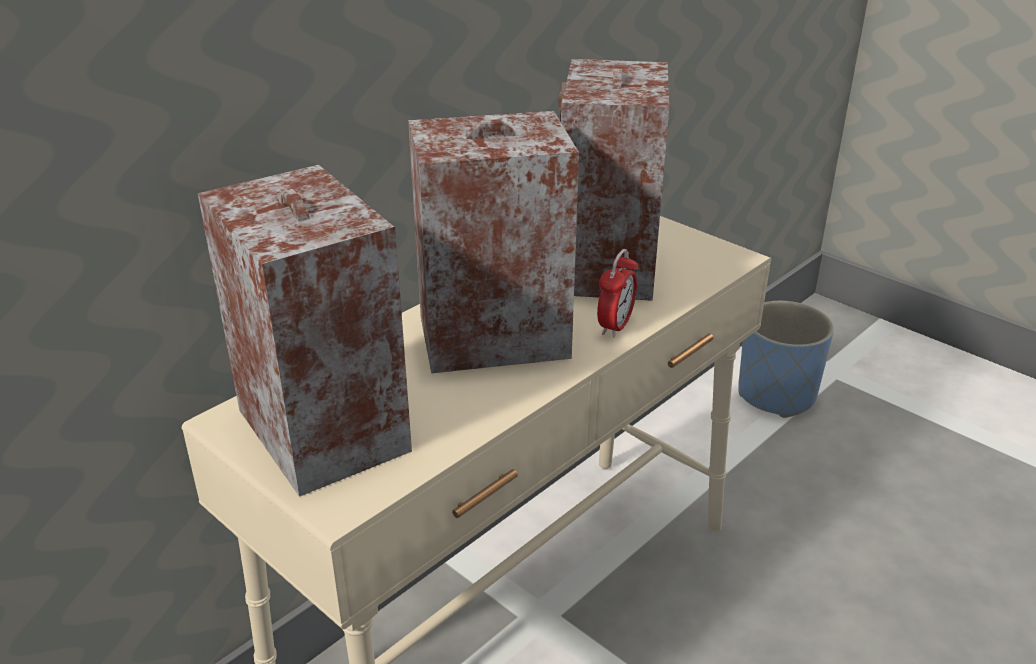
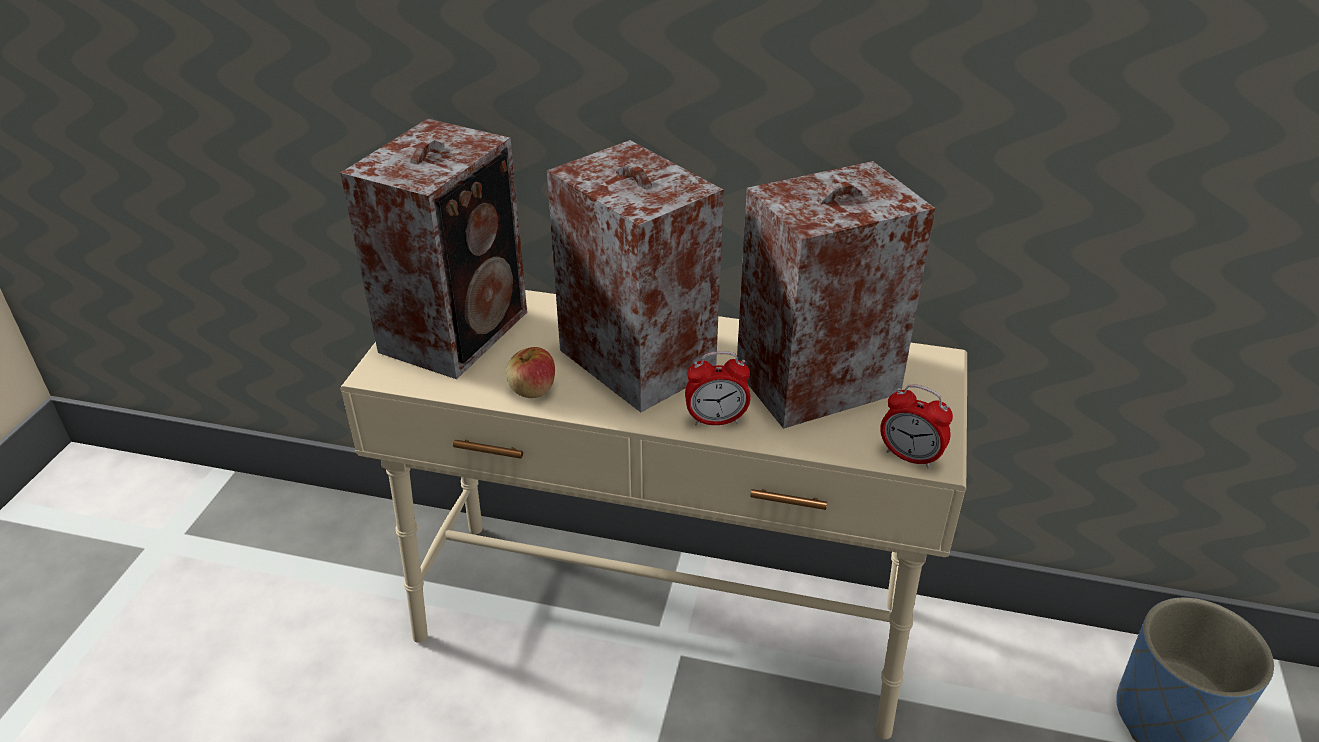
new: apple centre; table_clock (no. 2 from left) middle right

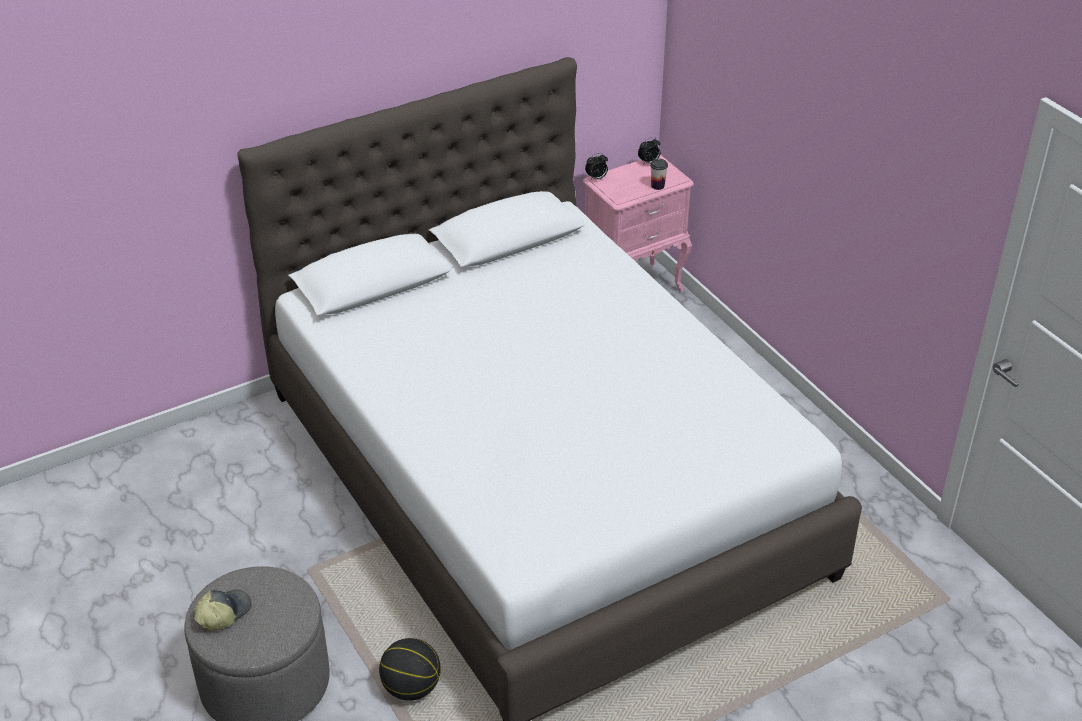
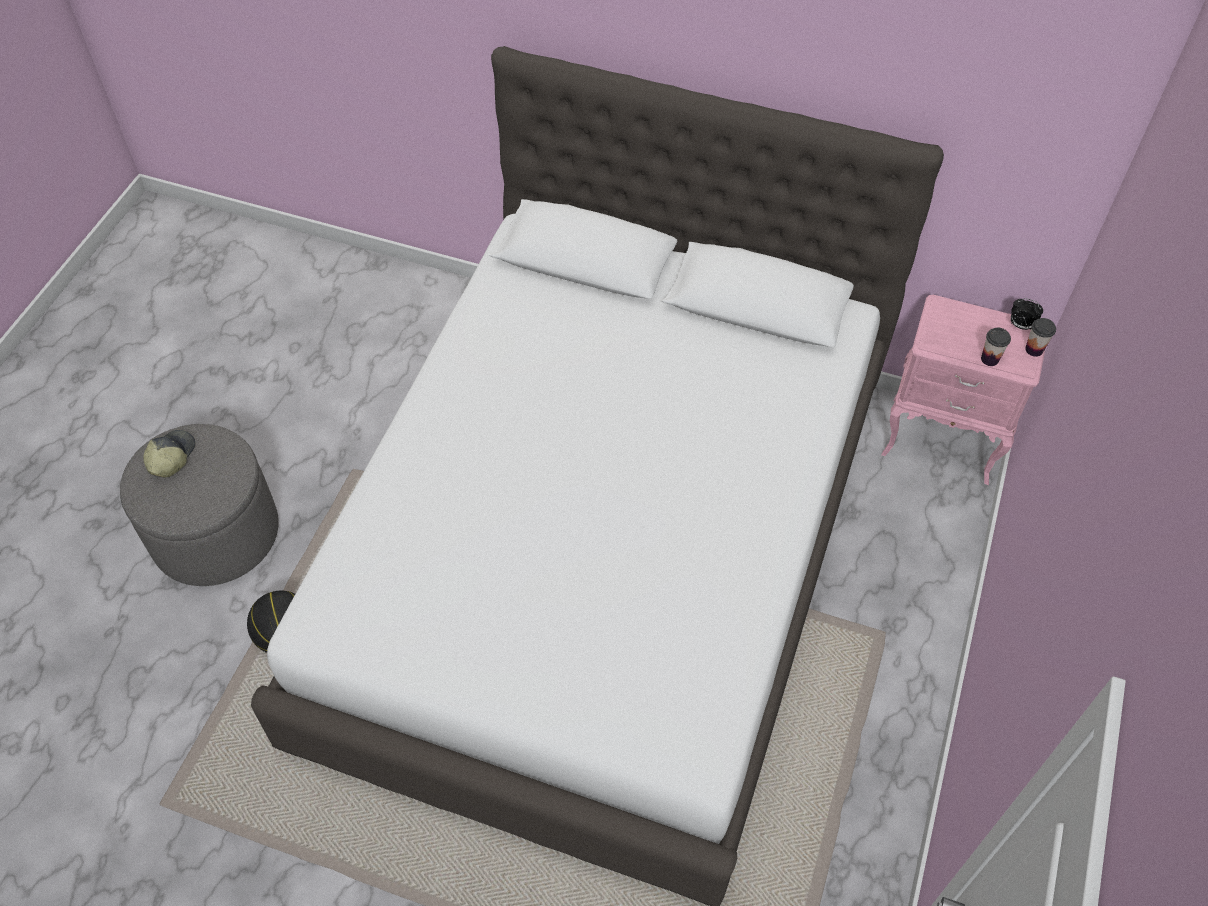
gone: table_clock (no. 1 from left) top centre
new: cup (no. 2 from left) middle right
rotated: peaked_cap bottom left = middle left 75 degrees counterclockwise

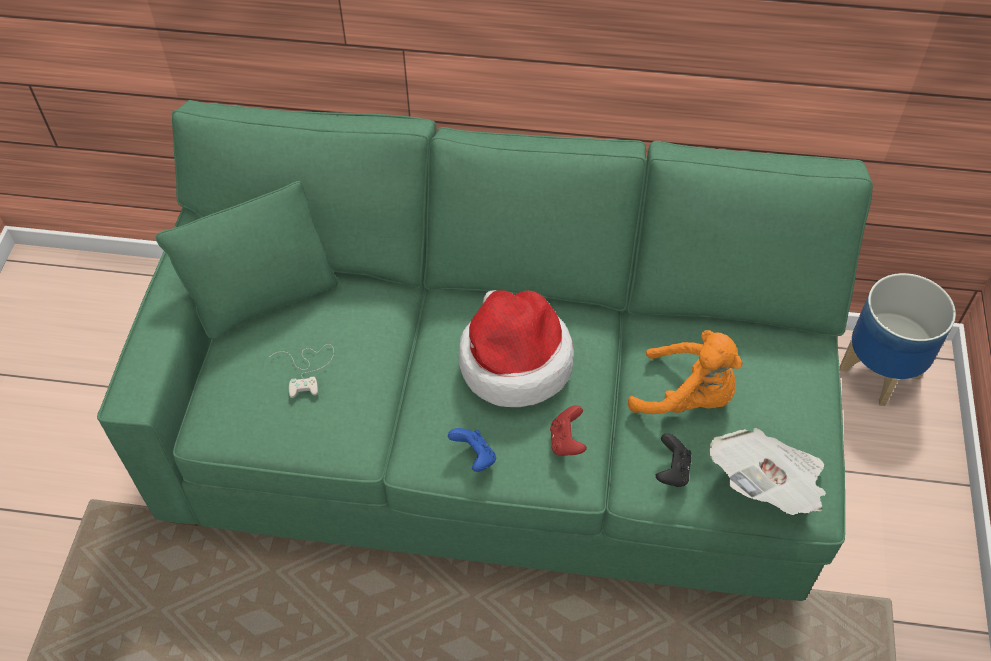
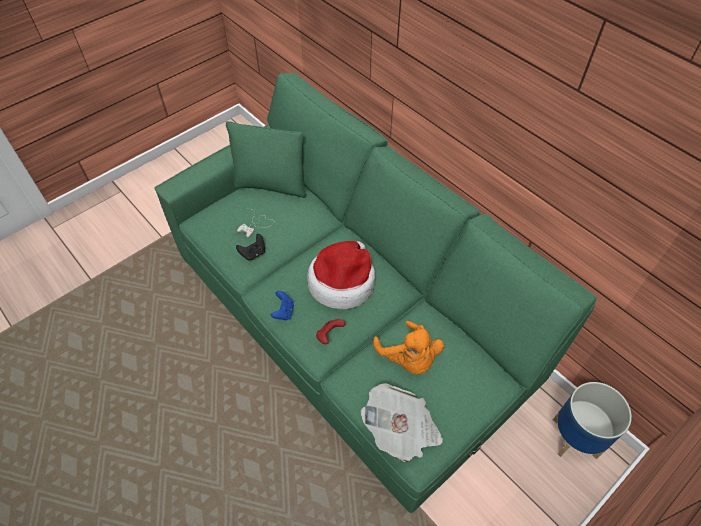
shifted: black-coloured_game_controller bottom right to centre

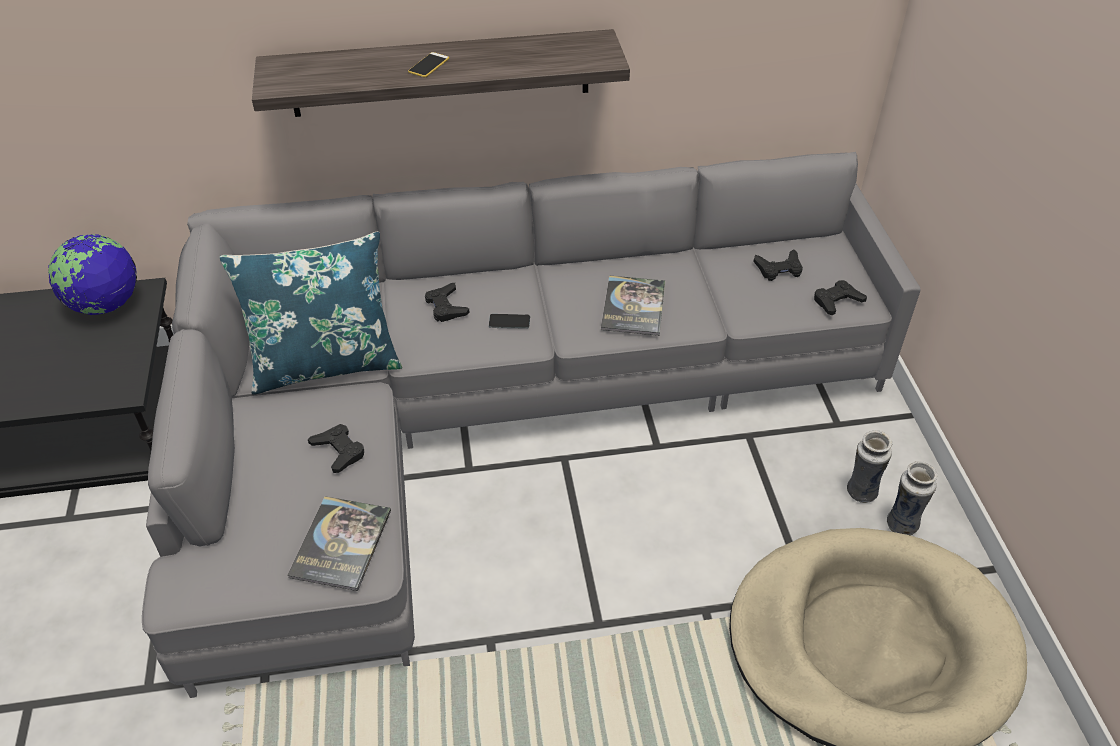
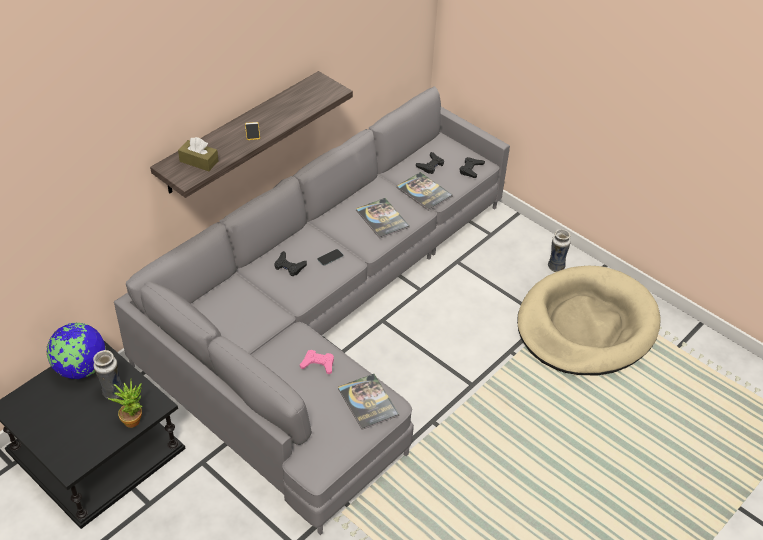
gone: blue-coloured_throw_pillow middle left
new: plant_in_a_pot bottom left; brown-coloured_tissue_holder top left; book (no. 3 from left) centre
shifted: flower_vase (no. 1 from left) middle right to bottom left
repainted: black-coloured_game_controller (no. 1 from left) middle left to pink-coloured_game_controller bottom centre

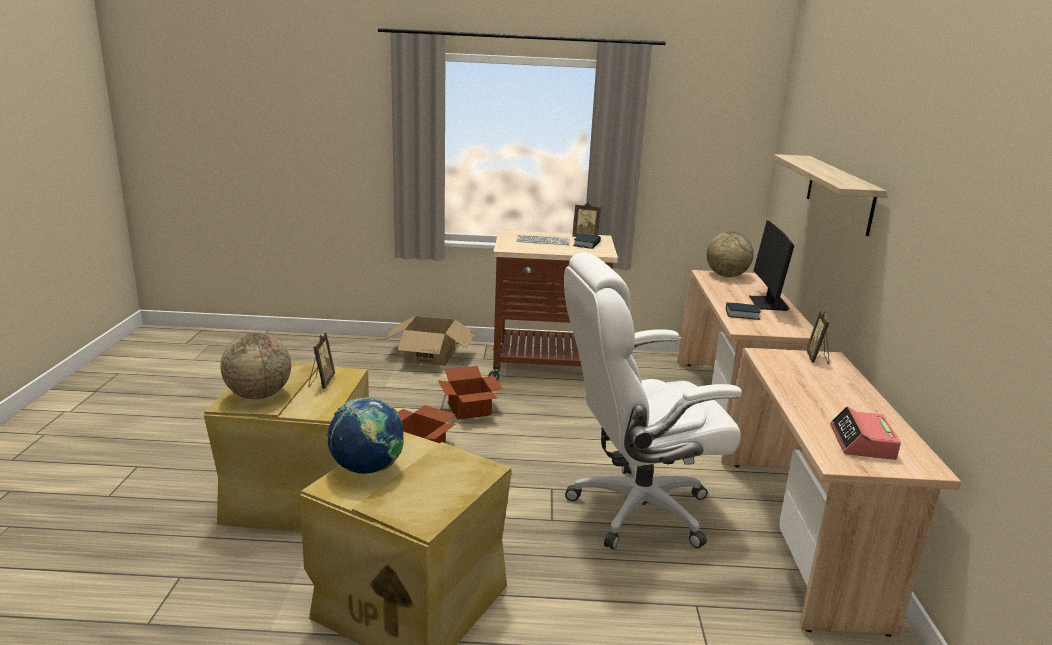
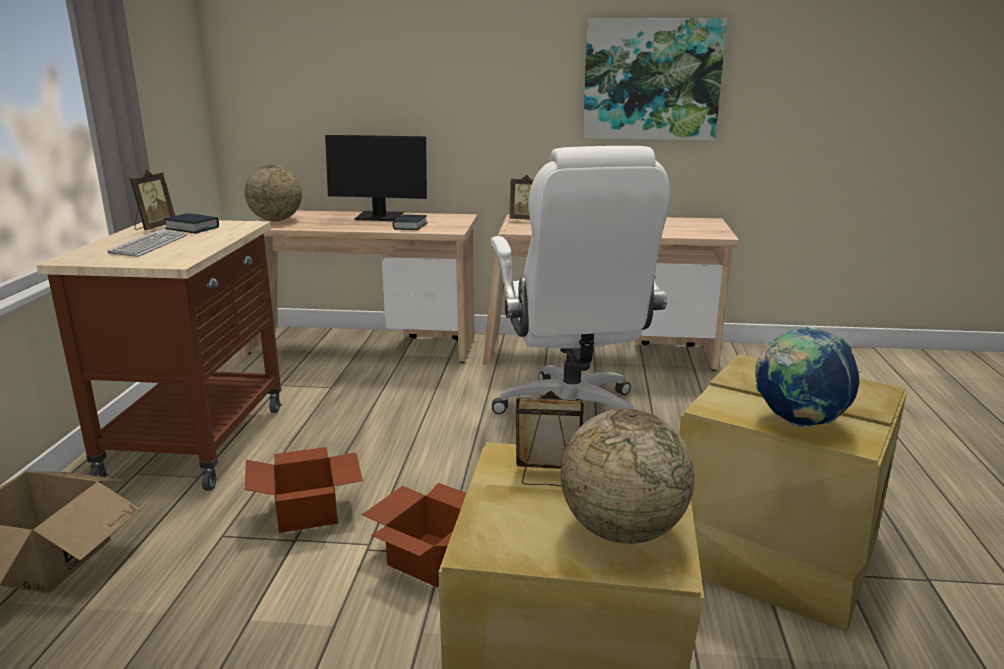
gone: wall_shelf top right; table_clock bottom right
new: wall_picture top centre

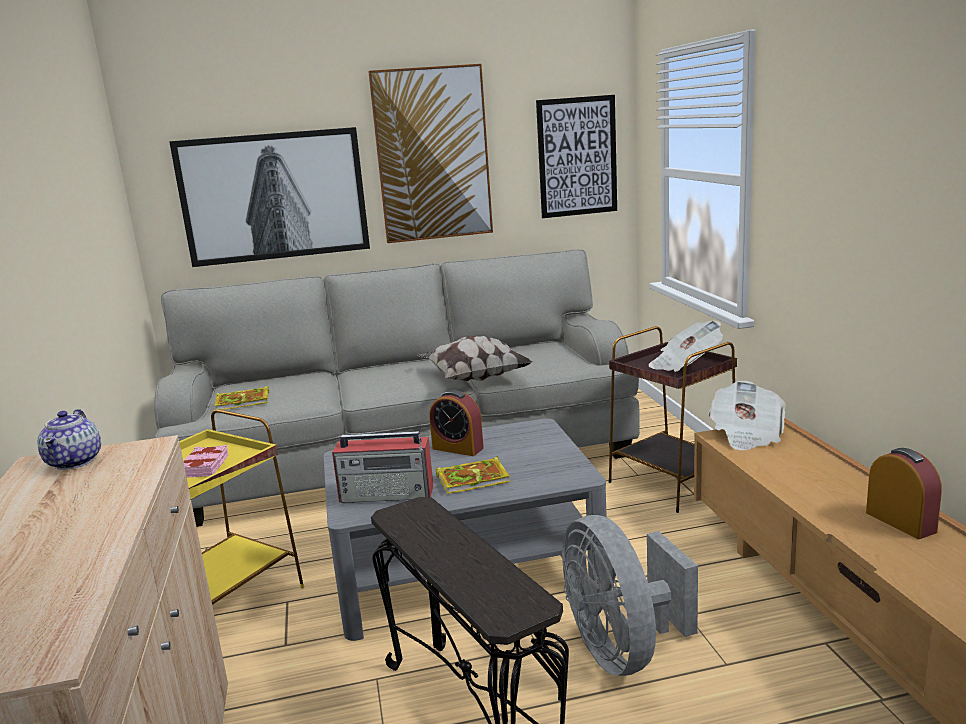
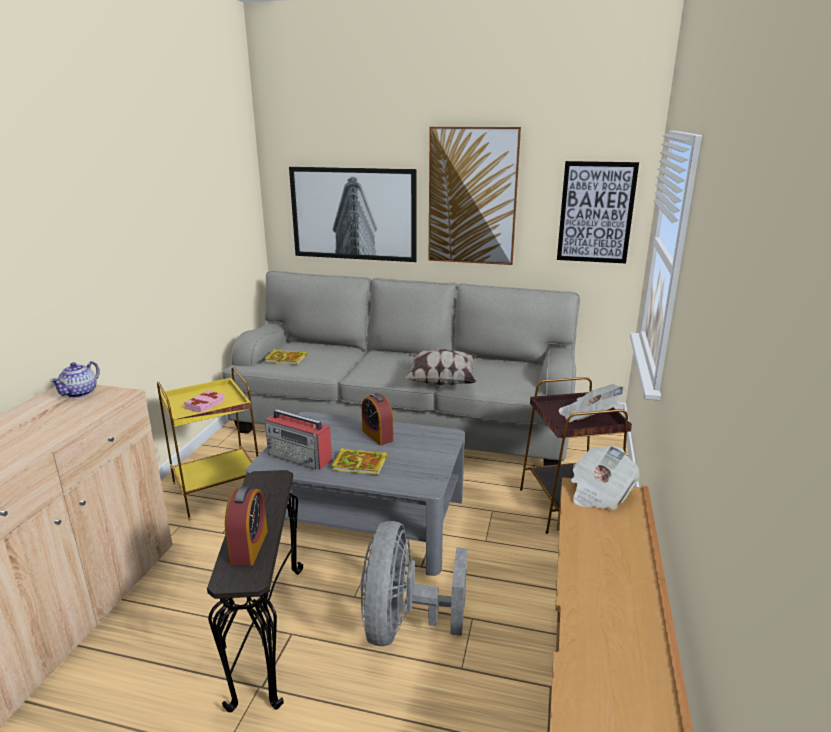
shifted: table_clock (no. 2 from left in the first image) bottom right to table_clock (no. 1 from left) bottom left

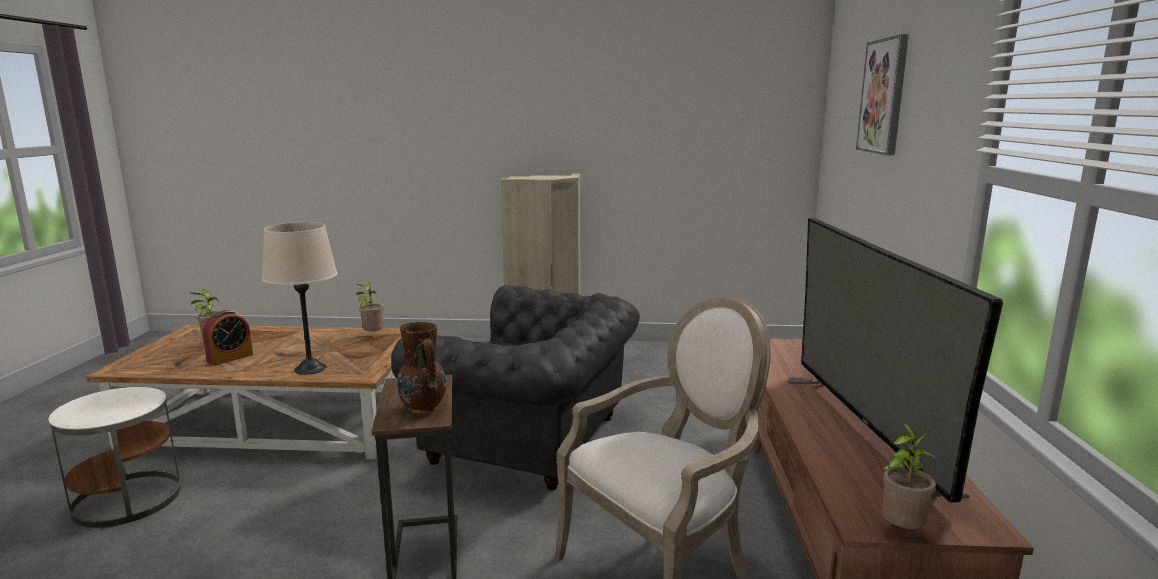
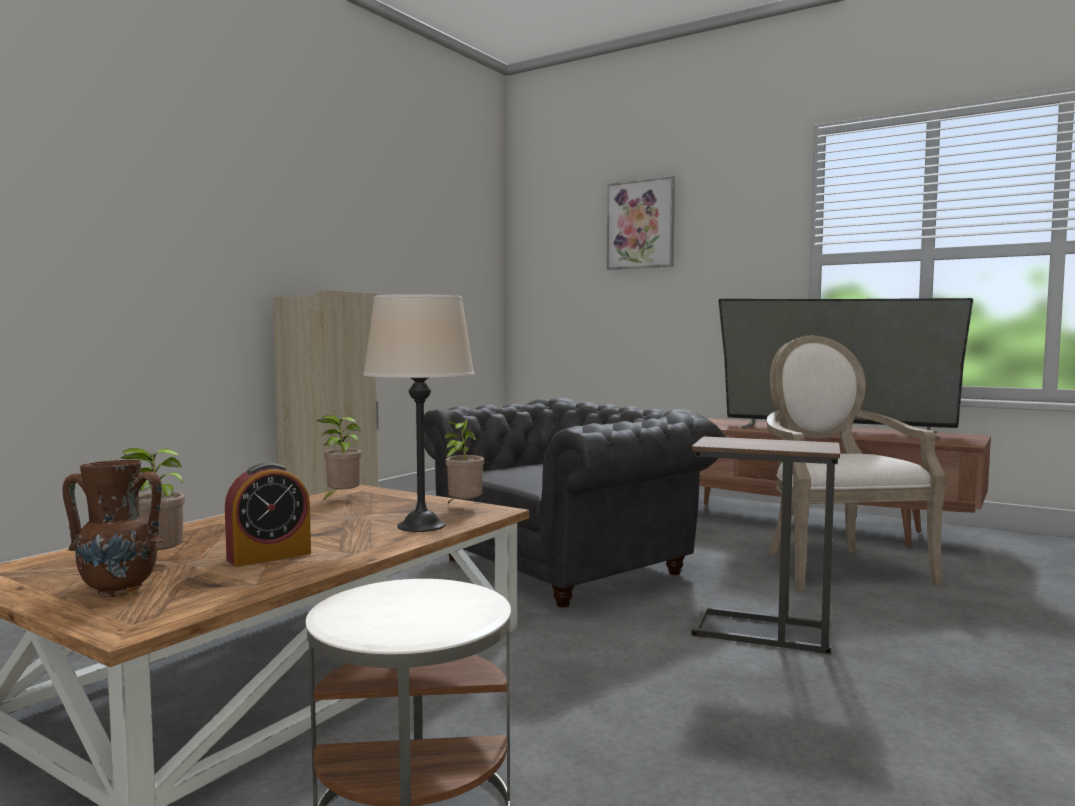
shifted: brown-coloured_flower_vase centre to middle left; plant_in_a_pot (no. 3 from left) bottom right to centre
rotated: table_clock middle left = middle left 75 degrees clockwise

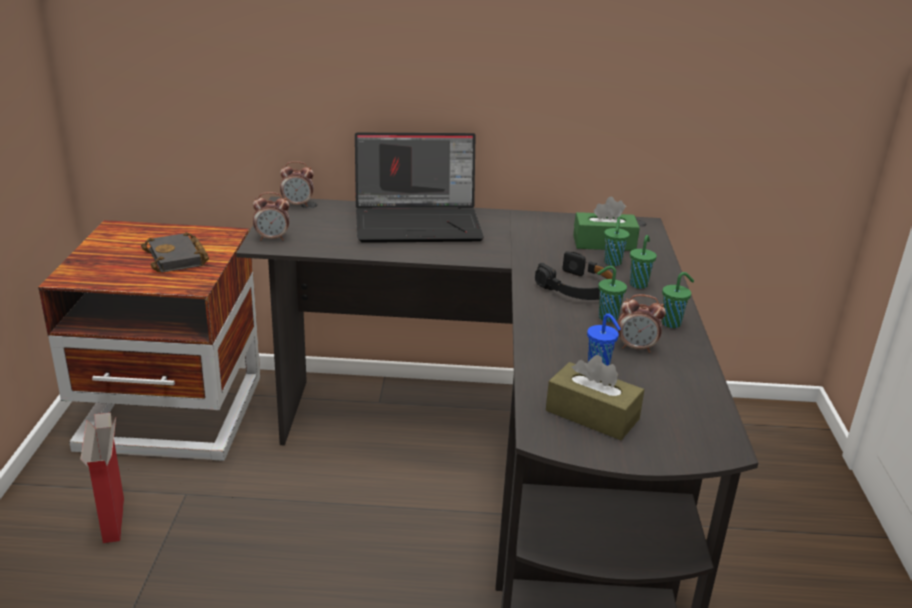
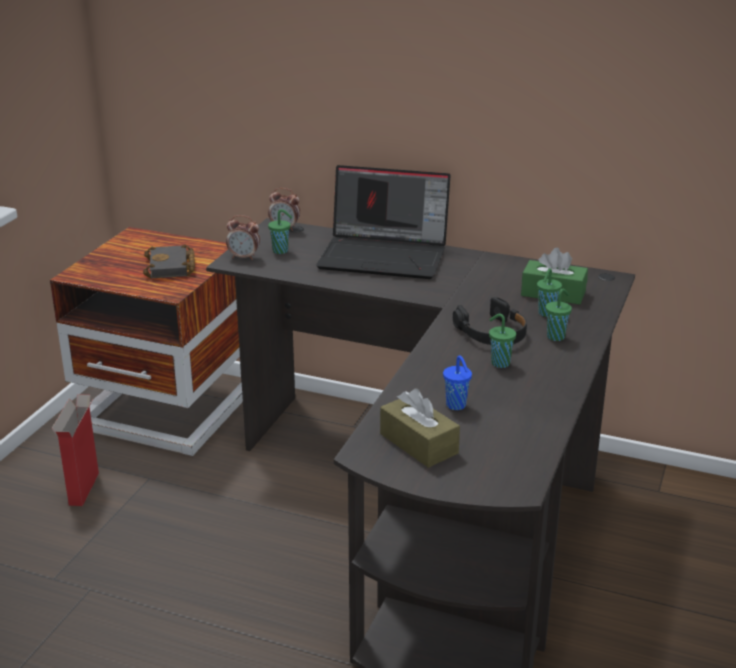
gone: table_clock (no. 3 from left) middle right
shifted: greenish_cup (no. 4 from left in the first image) middle right to greenish_cup (no. 1 from left) centre

